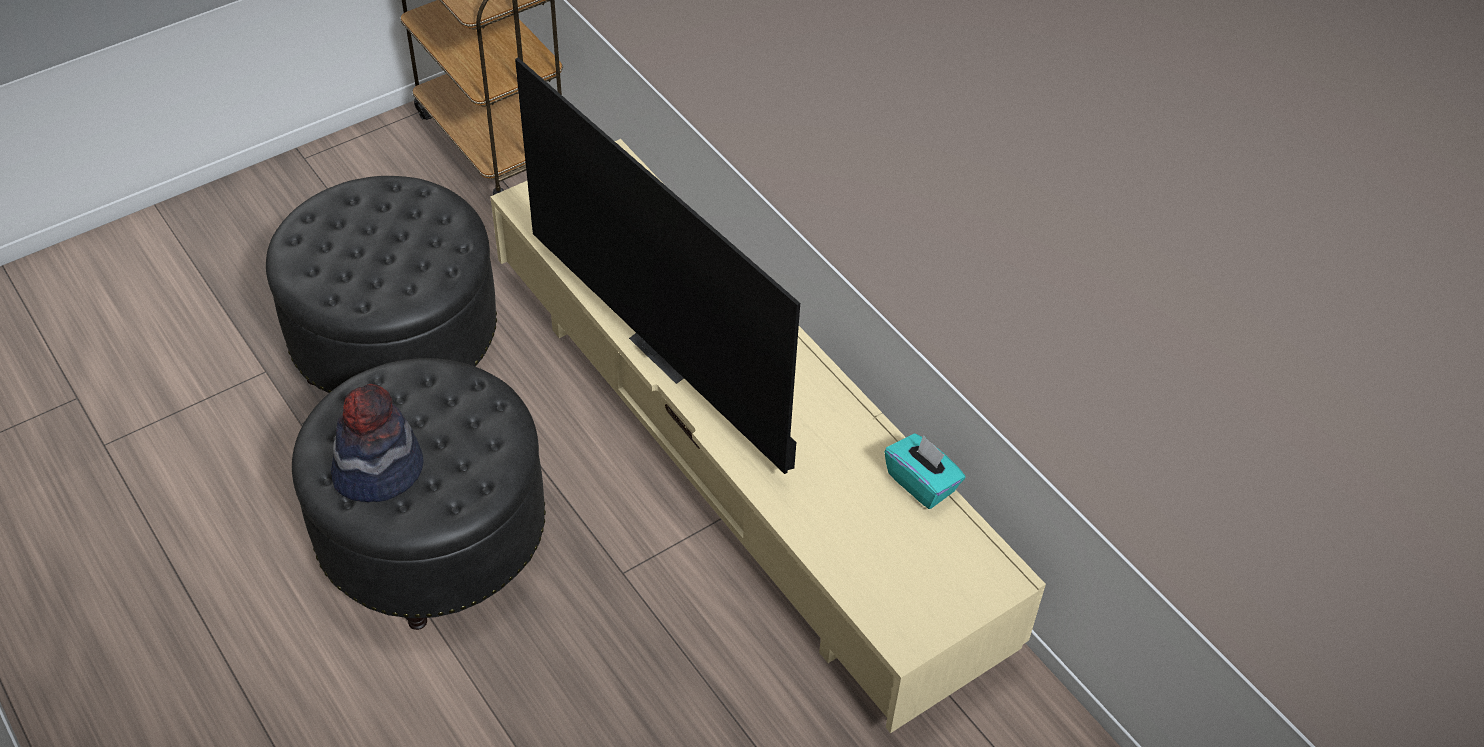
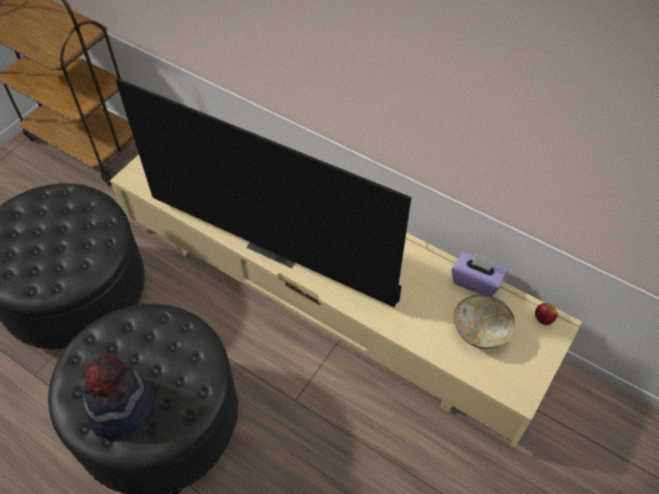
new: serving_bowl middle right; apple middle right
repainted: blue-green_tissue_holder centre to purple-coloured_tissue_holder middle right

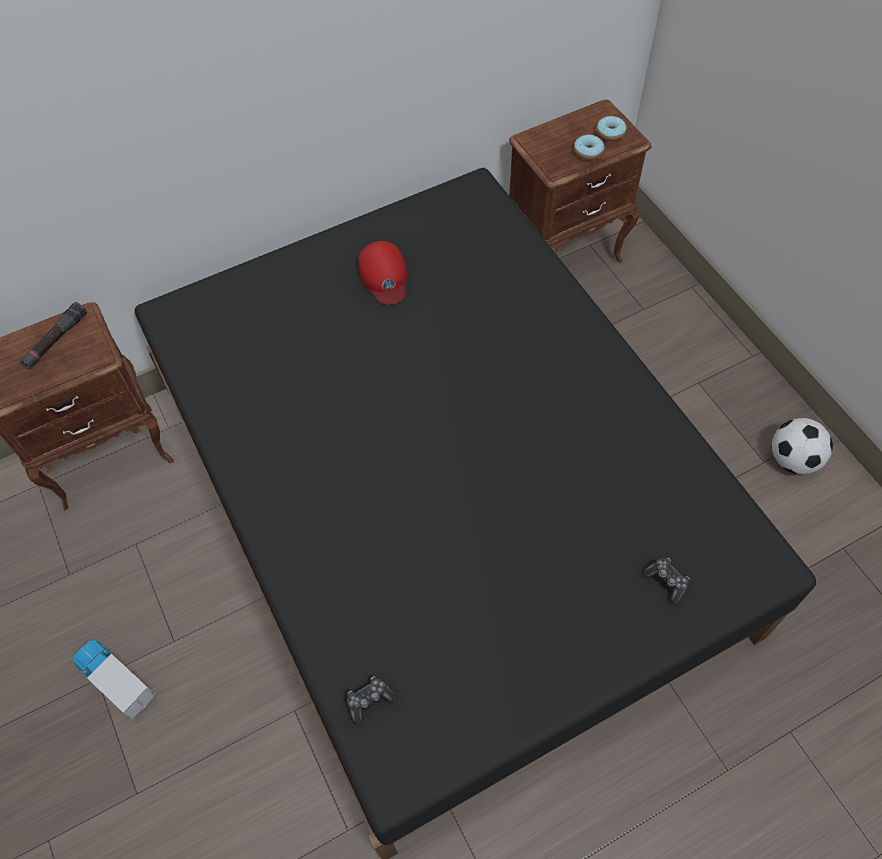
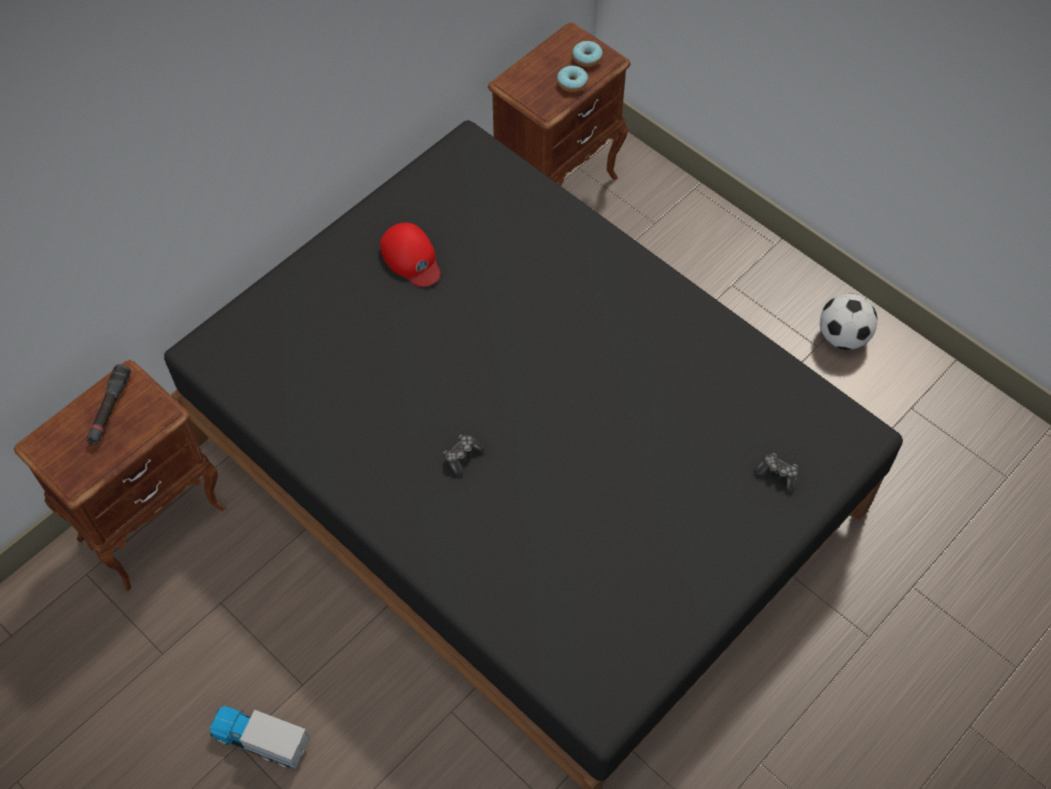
shifted: game_controller (no. 1 from left) bottom centre to centre

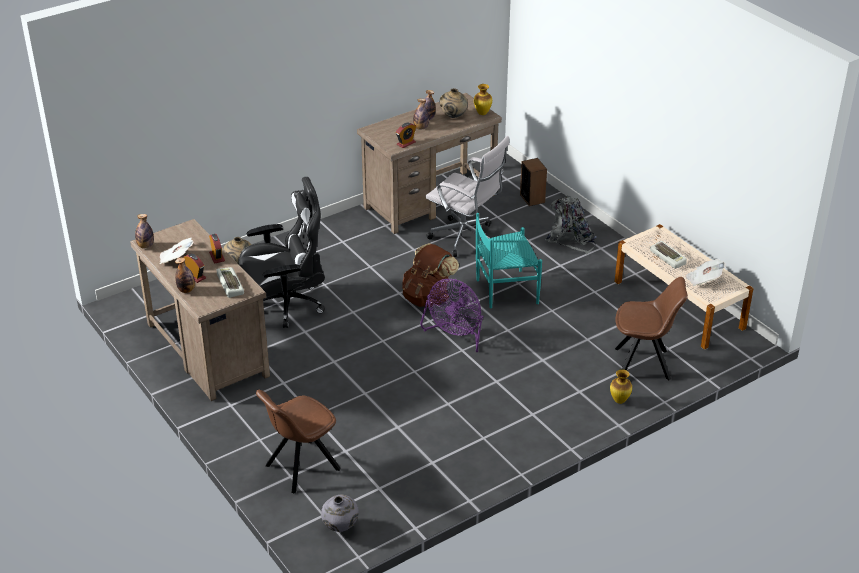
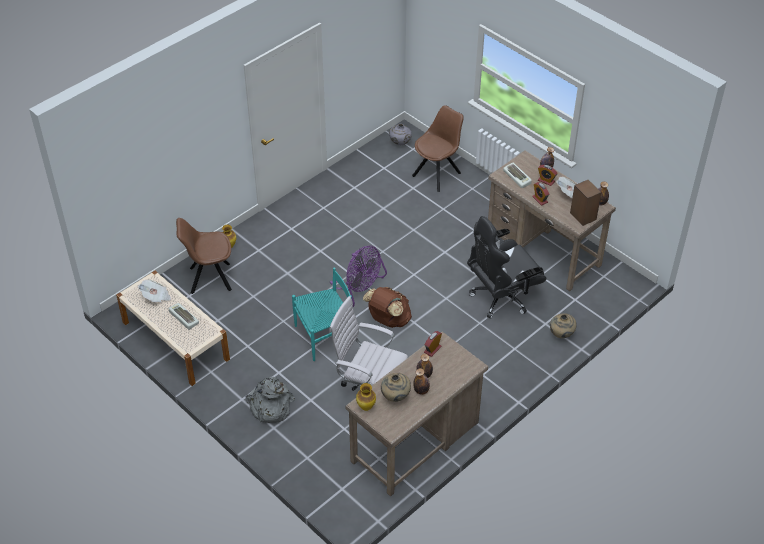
shifted: loudspeaker top centre to middle right
rotated: purple-coloured_electric_fan centre = centre 105 degrees clockwise

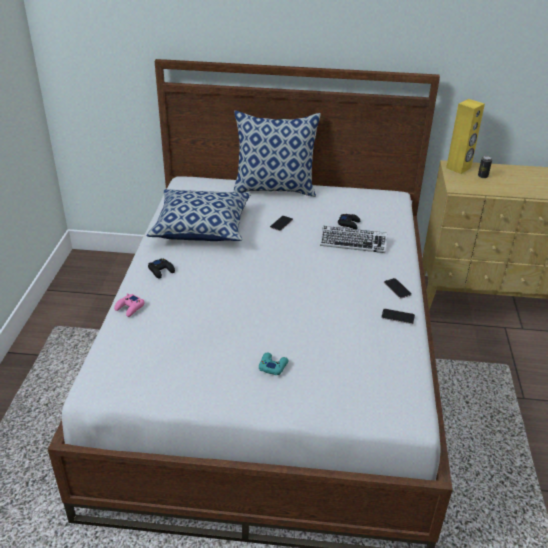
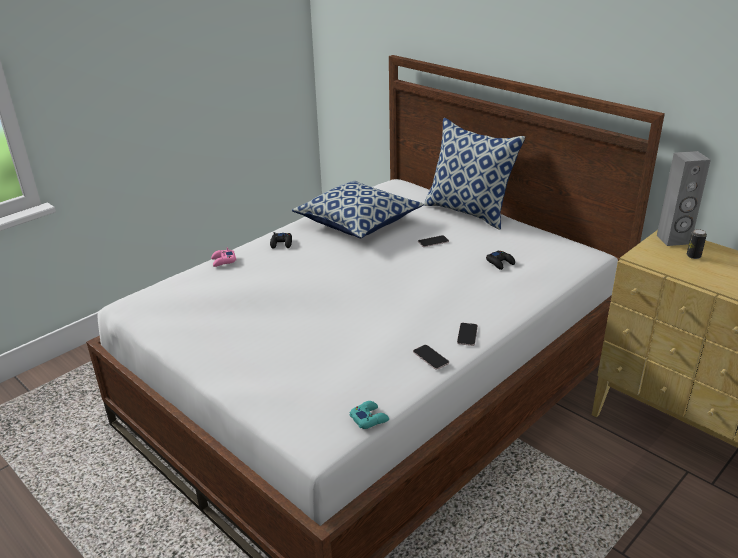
gone: computer_keyboard centre
shifted: blue-green_game_controller centre to bottom centre
repainted: yellow-coloured_loudspeaker top right to greyish_loudspeaker middle right

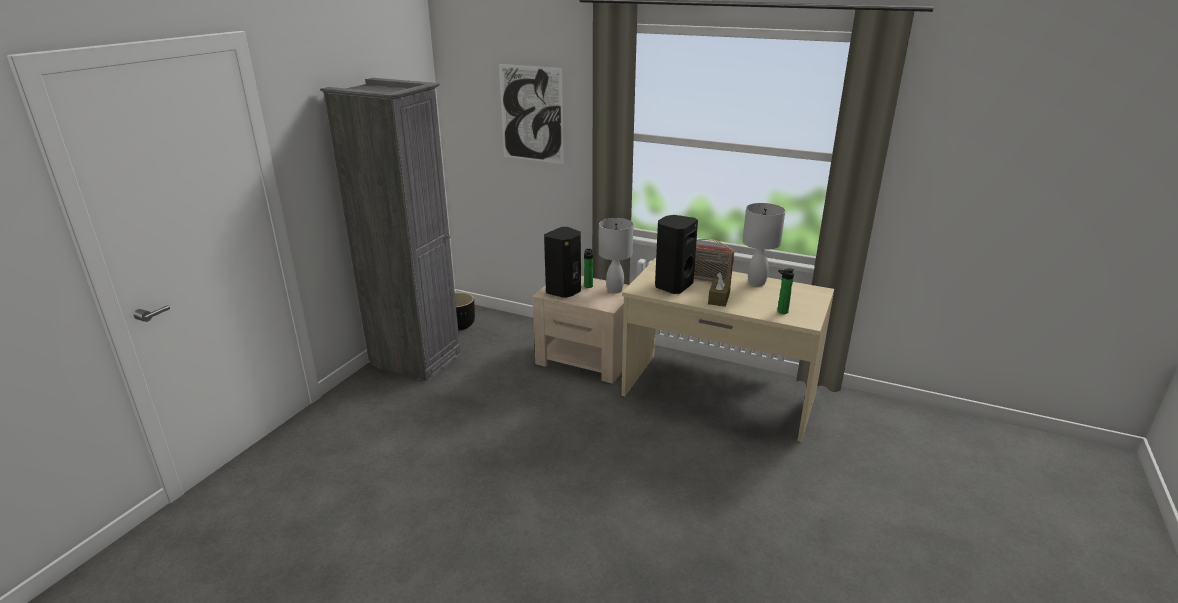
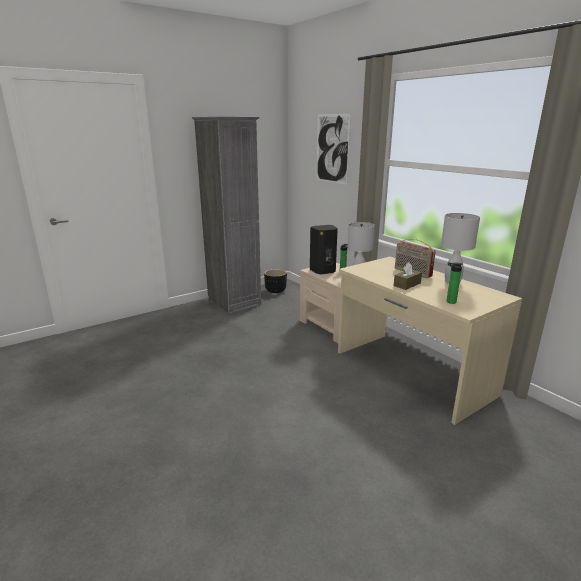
gone: black-coloured_loudspeaker (no. 2 from left) centre

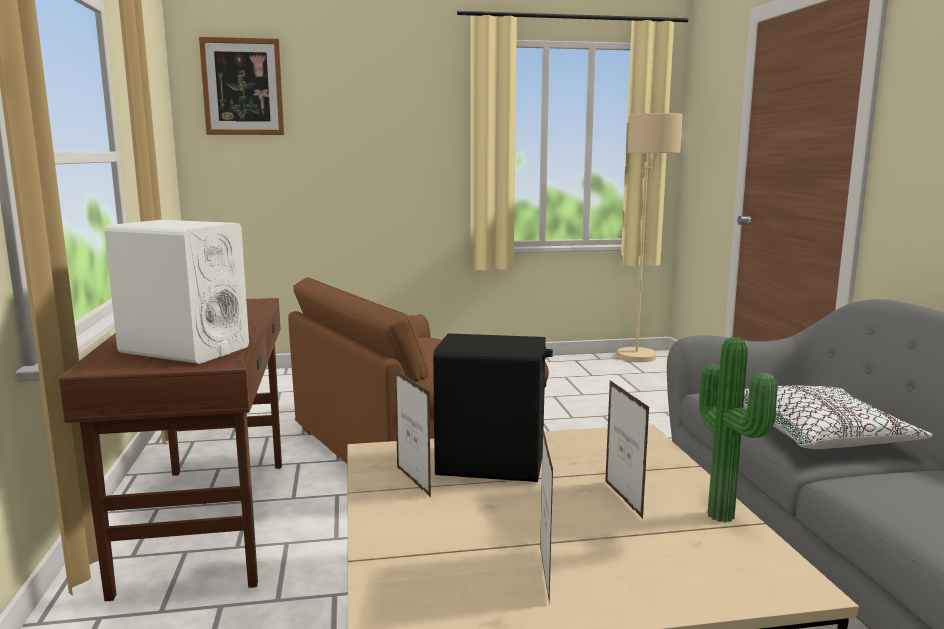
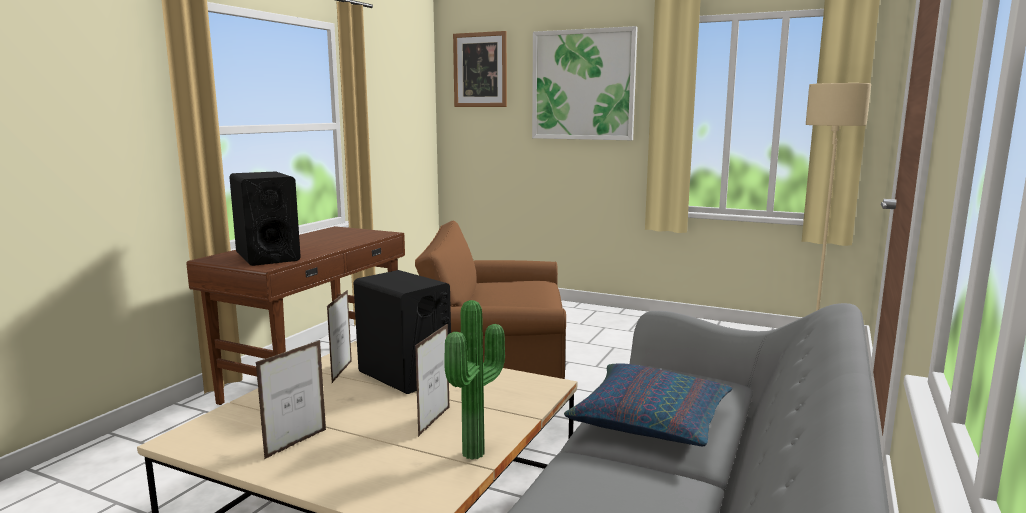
new: wall_picture (no. 2 from left) top centre
repainted: whitish_loudspeaker middle left to black-coloured_loudspeaker (no. 1 from left) middle left; whitish_throw_pillow middle right to blue-coloured_throw_pillow bottom centre

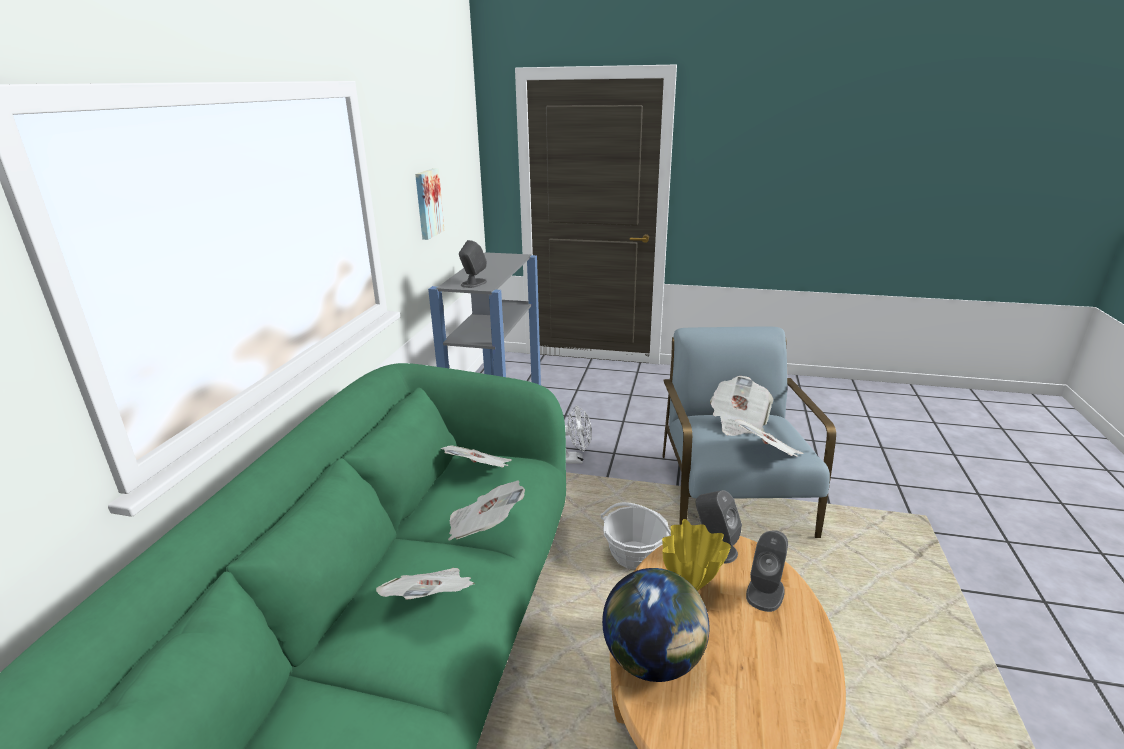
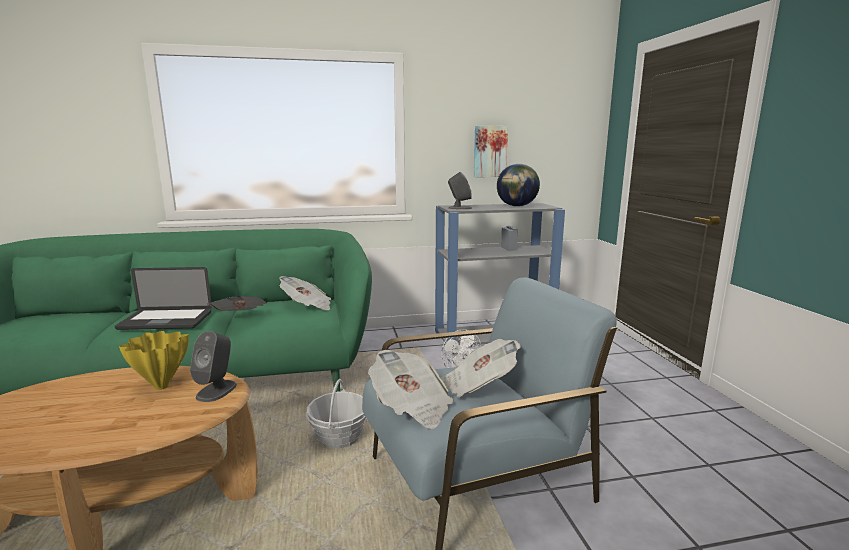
gone: greyish_loudspeaker (no. 3 from left) bottom right
shifted: world_globe bottom centre to centre
swapped: newspaper (no. 1 from left) bottom centre to portable_computer middle left

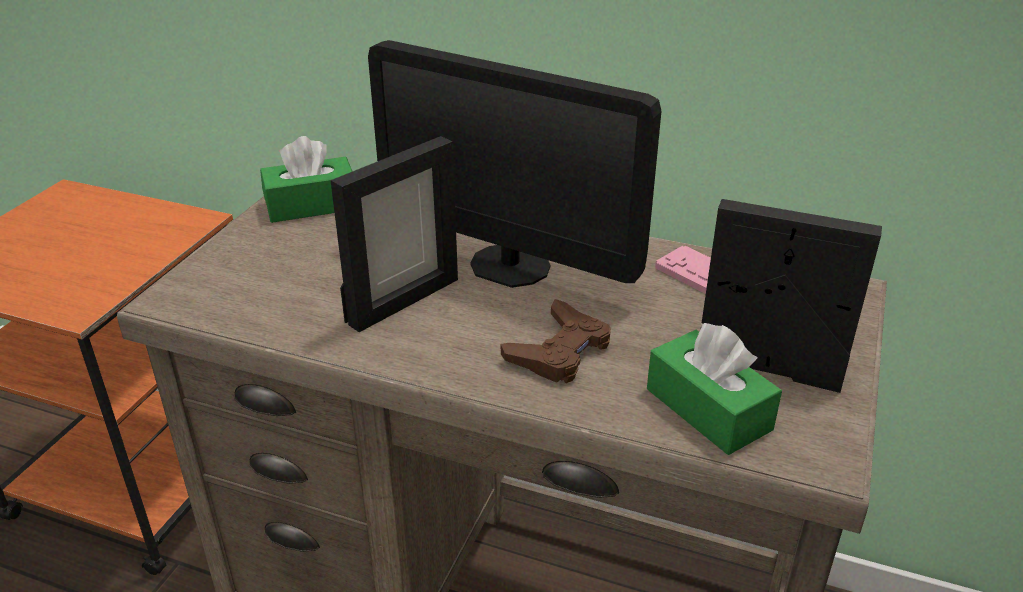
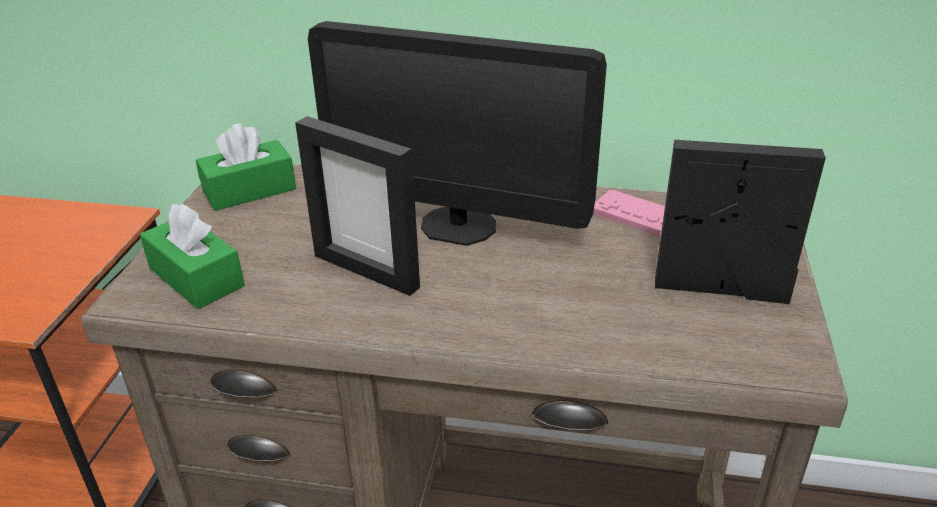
gone: brown-coloured_game_controller centre
shifted: greenish_tissue_holder (no. 2 from left in the first image) middle right to greenish_tissue_holder (no. 1 from left) middle left
rotated: picture_frame (no. 1 from left) centre = centre 90 degrees clockwise

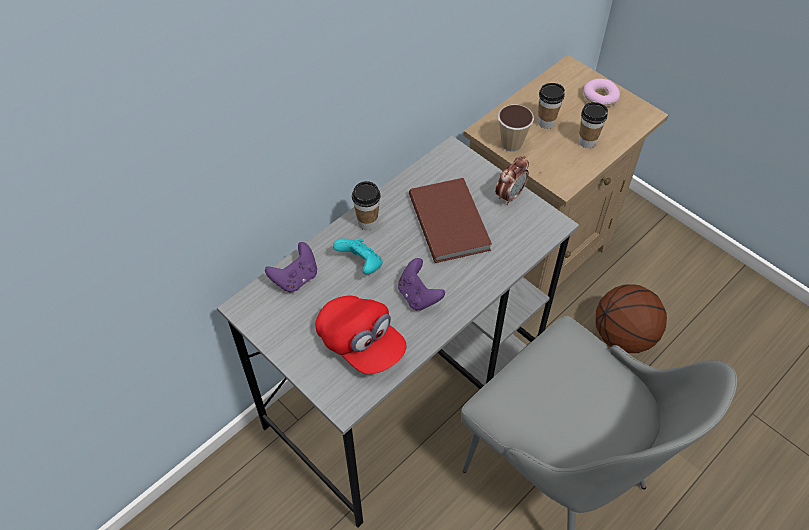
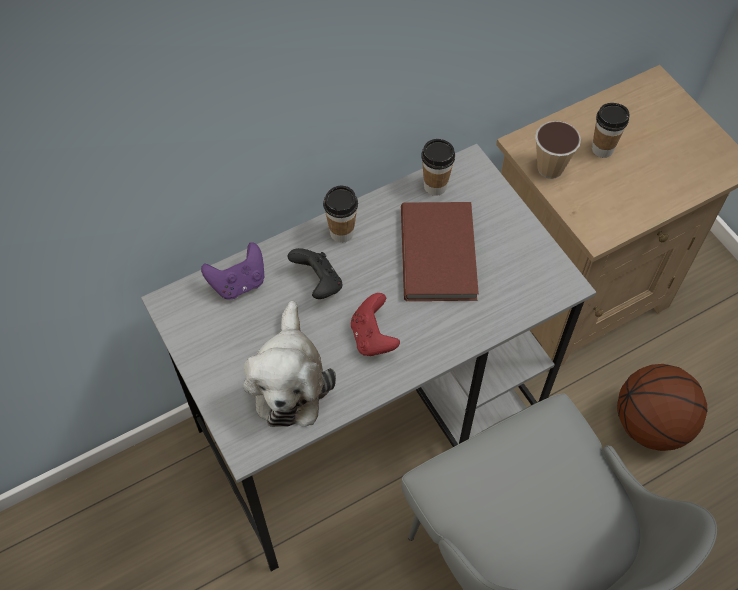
gone: table_clock centre; ring_doughnut top right
shifted: cup (no. 4 from left in the first image) top right to cup (no. 2 from left) top centre
swapped: red_peaked_cap centre to plush_toy centre
repainted: blue-green_game_controller centre to black-coloured_game_controller centre; purple-coloured_game_controller (no. 2 from left) centre to red_game_controller centre

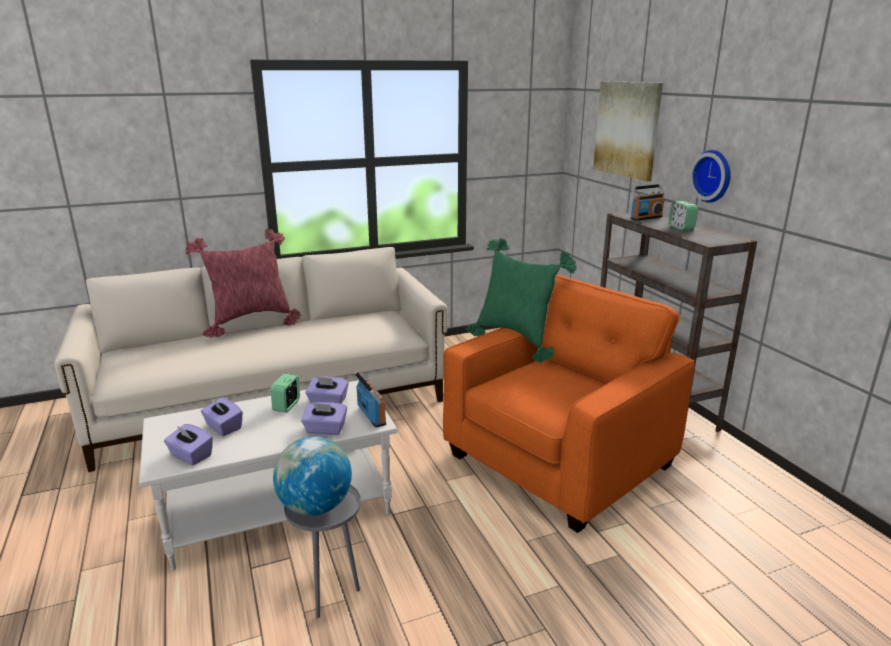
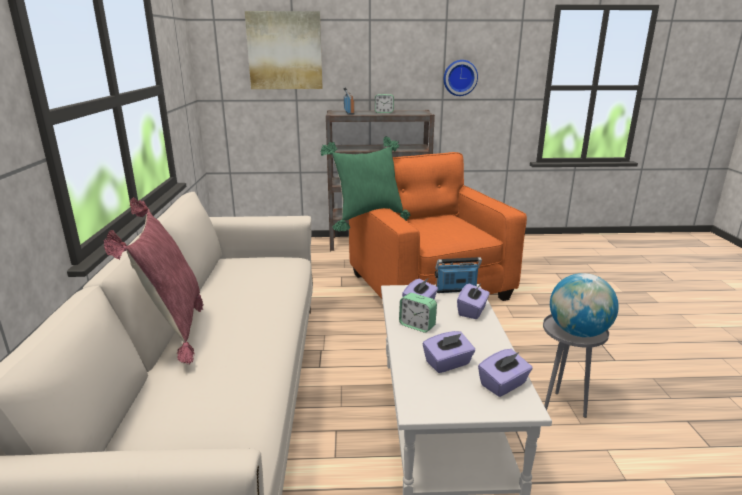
shifted: wall_clock top right to top centre

